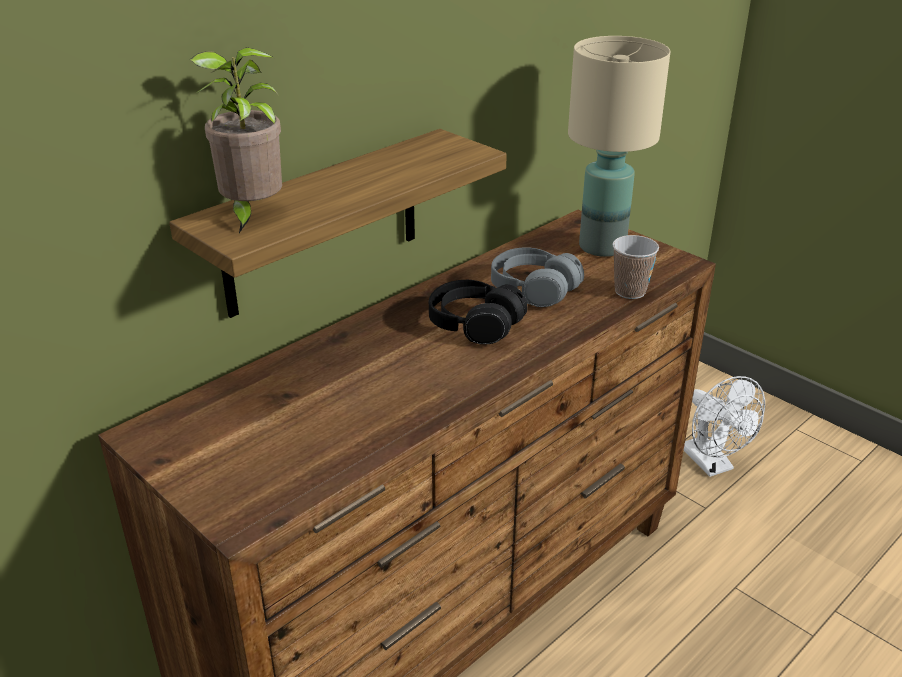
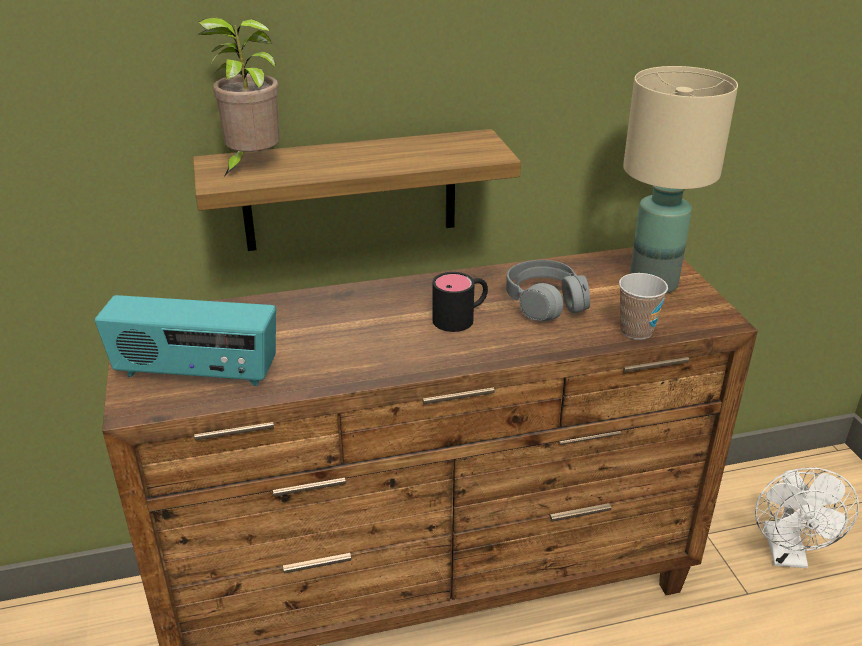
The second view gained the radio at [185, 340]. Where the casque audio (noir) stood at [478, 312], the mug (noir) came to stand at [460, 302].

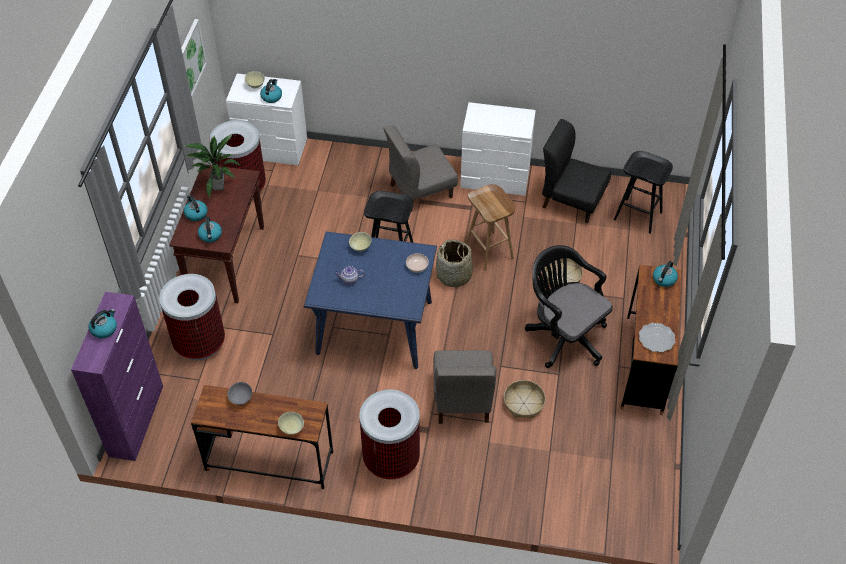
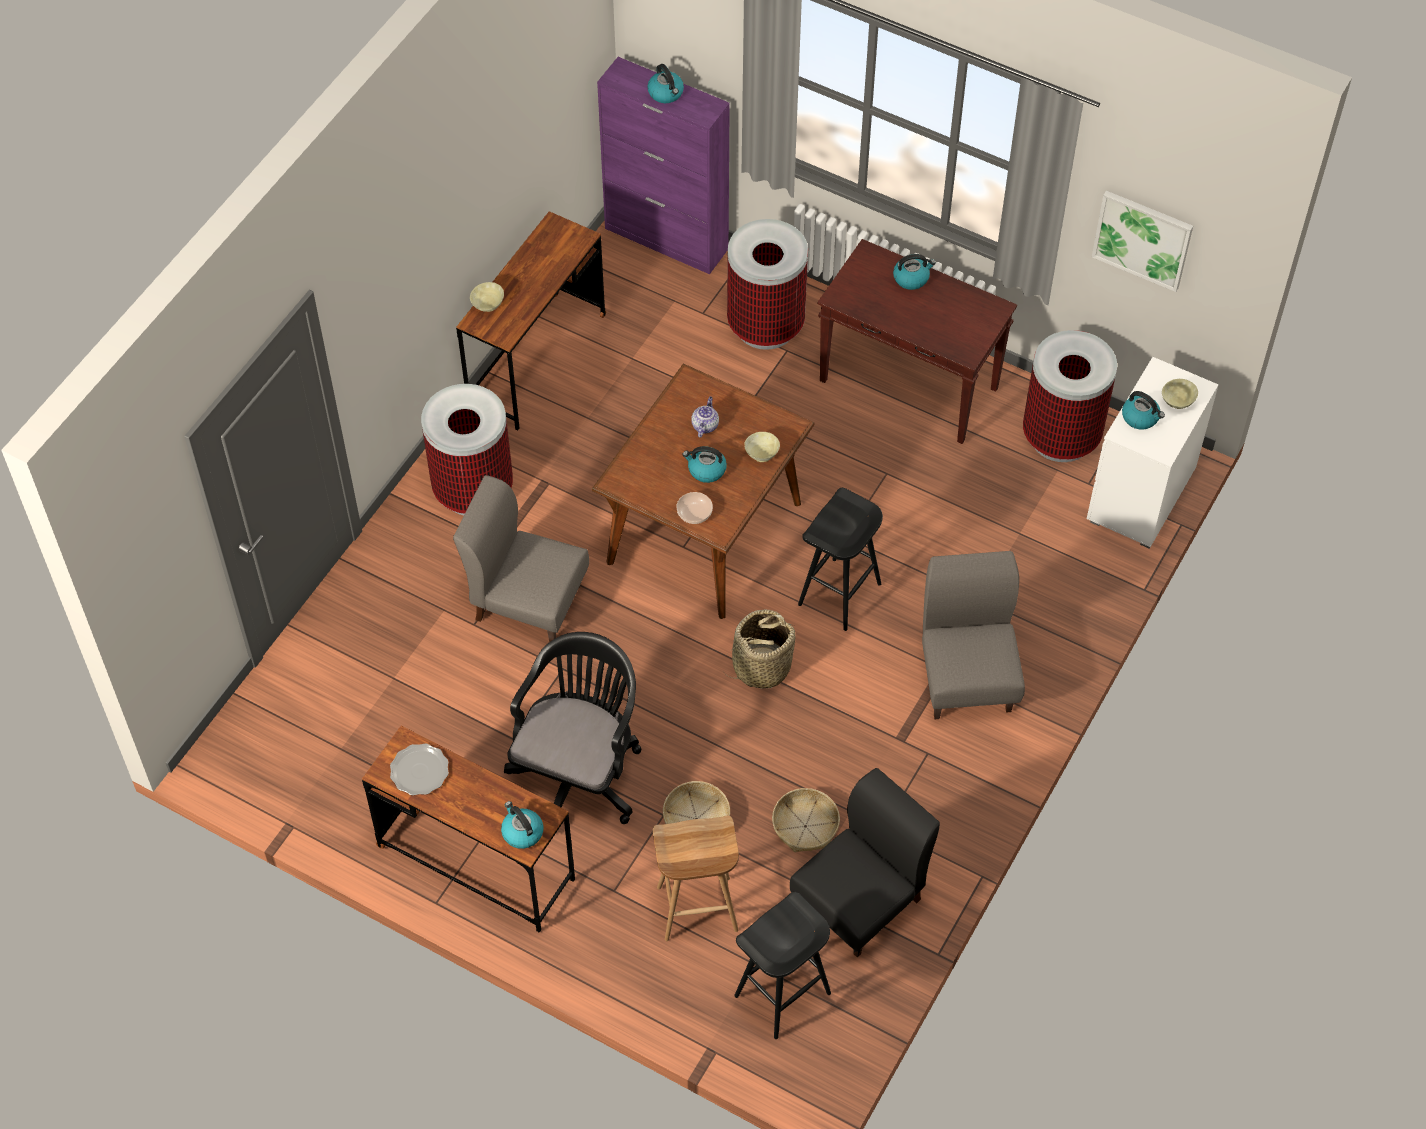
The second view lost the plante en pot at [212, 166]. The second view lost the bol (gris) at [240, 393]. The second view lost the commode (blanc) at [498, 149]. The bouilloire ended up elsewhere, having gone from [210, 230] to [705, 464]. The tabouret (marron) ended up elsewhere, having gone from [490, 227] to [696, 878]. The panier ended up elsewhere, having gone from [525, 399] to [806, 820]. What was the table à manger (bleu) at [370, 300] turned into the table à manger (marron) at [703, 491]. The chaise de bureau (noir) at [569, 306] ended up facing another way, 45 degrees counterclockwise from before.

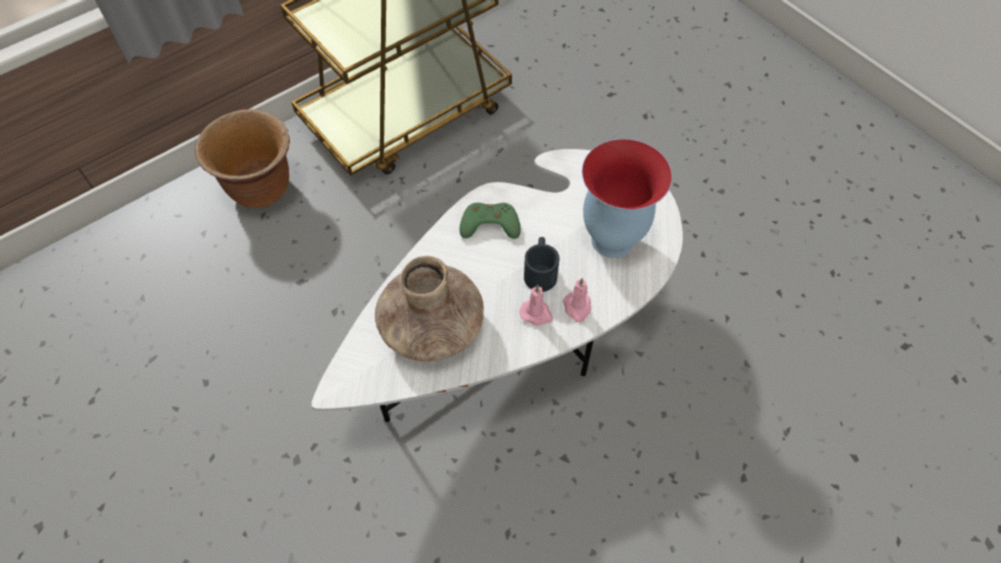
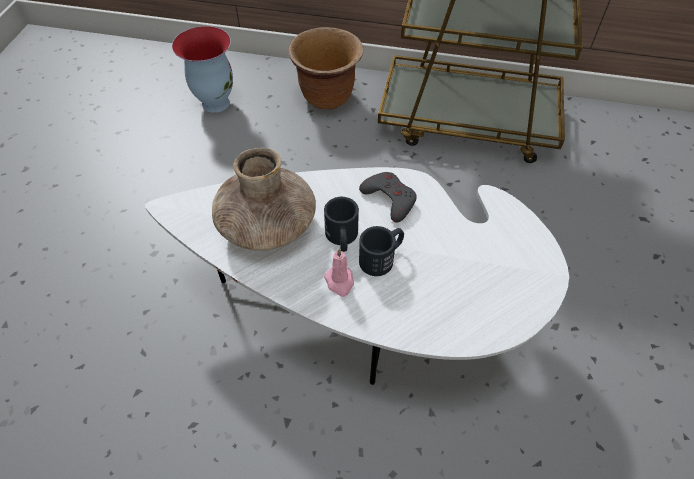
The second view lost the bougie (rose) at [577, 300]. The second view gained the mug (noir) at [341, 224]. The vase ended up elsewhere, having gone from [627, 198] to [202, 69]. What was the manette (vert) at [490, 221] turned into the manette (gris) at [387, 197].

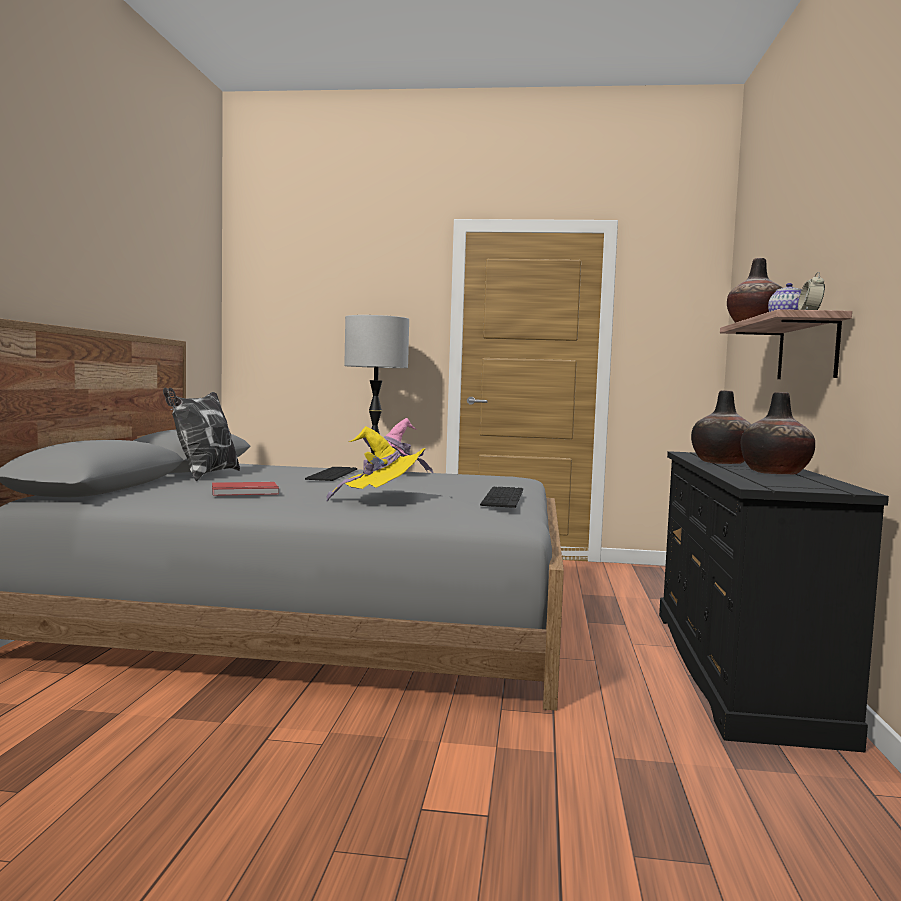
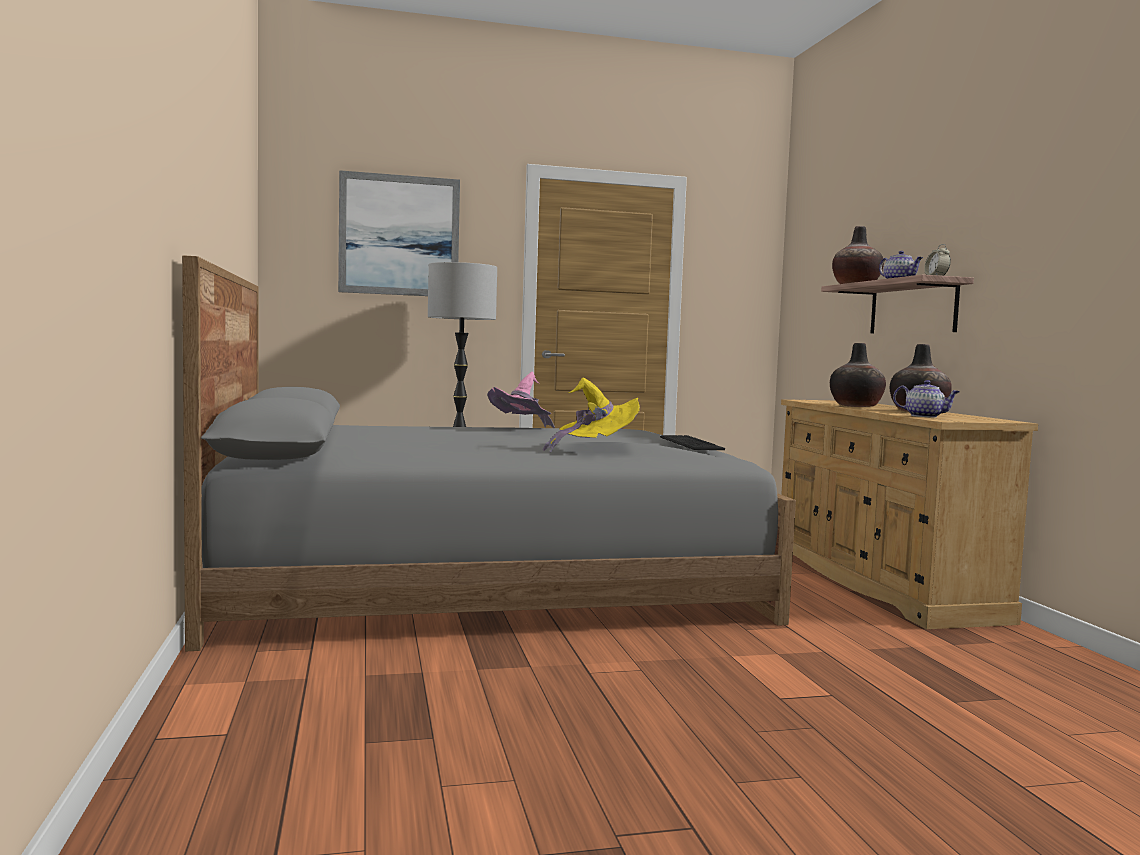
The second view lost the coussin at [201, 434]. The second view lost the livre (rouge) at [245, 489]. The second view lost the clavier at [331, 474]. The second view gained the tableau at [399, 233]. The second view gained the théière at [926, 399]. What was the commode (noir) at [774, 601] turned into the commode (beige) at [909, 514].

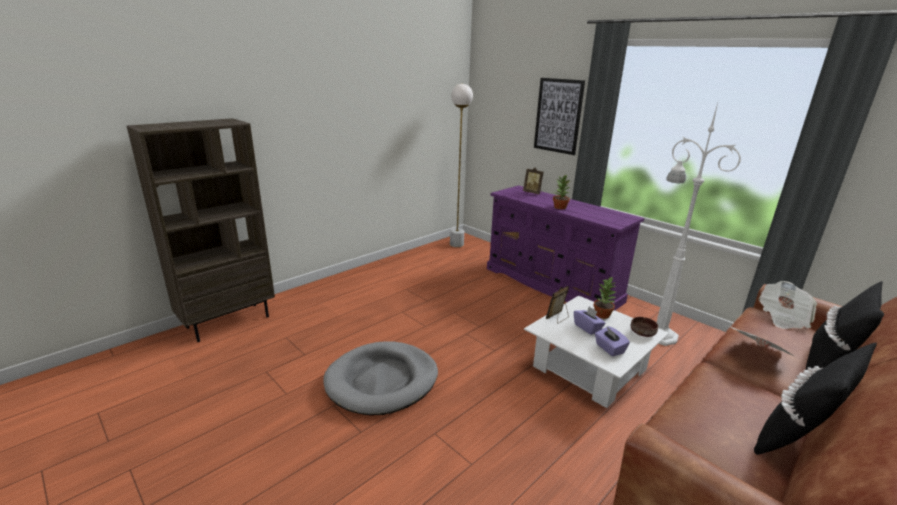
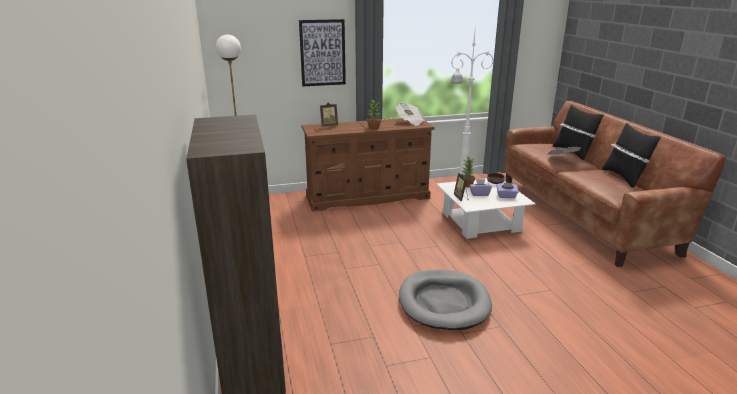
The journal ended up elsewhere, having gone from [788, 305] to [410, 114]. What was the commode (violet) at [565, 247] turned into the commode (marron) at [368, 165].

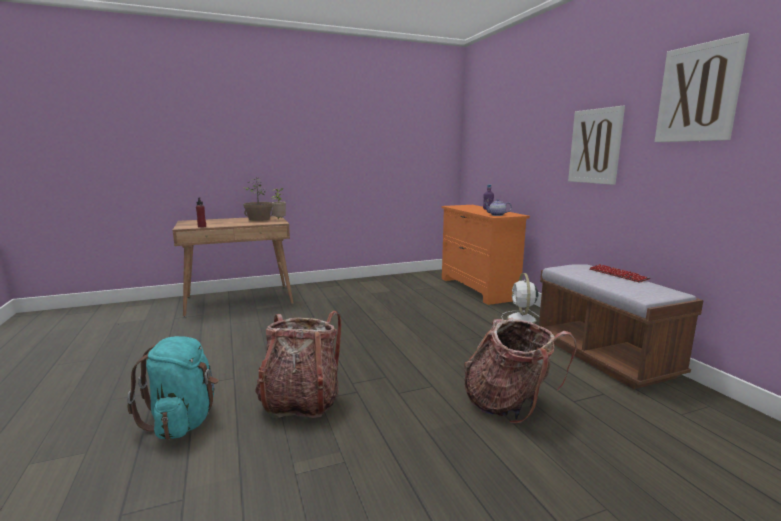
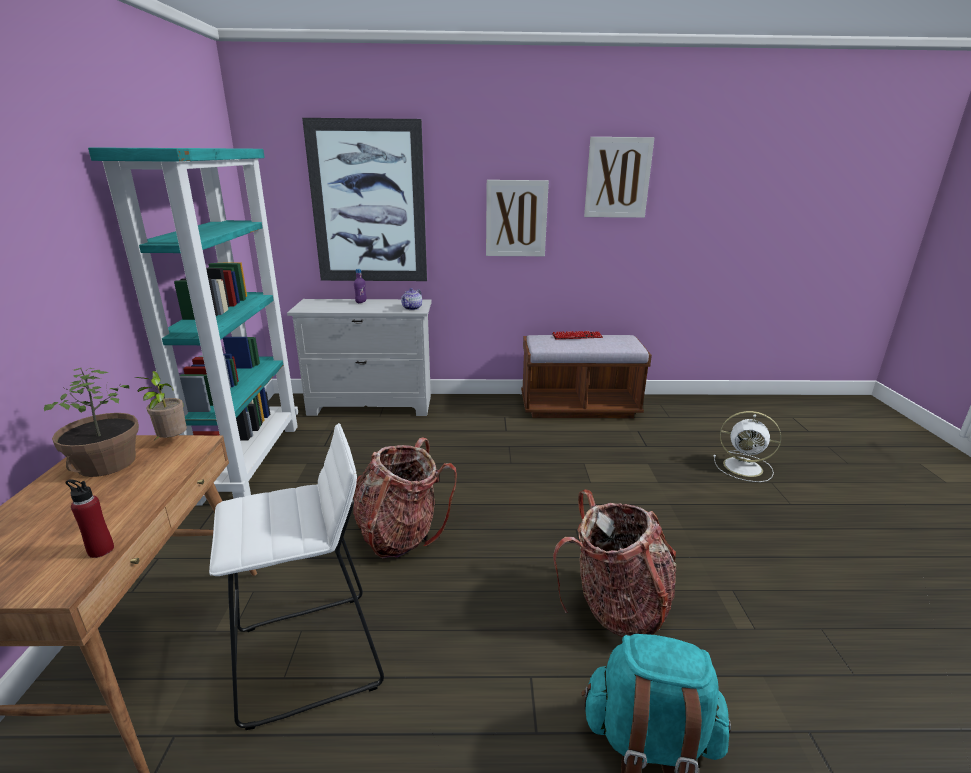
The second view gained the bibliothèque (turquoise) at [193, 326]. The second view gained the tabouret (blanc) at [296, 576]. The second view gained the tableau at [364, 199]. The sac à dos ended up elsewhere, having gone from [520, 371] to [405, 497]. The ventilateur (blanc) ended up elsewhere, having gone from [520, 298] to [747, 446]. What was the commode (orange) at [485, 255] turned into the commode (blanc) at [359, 357].

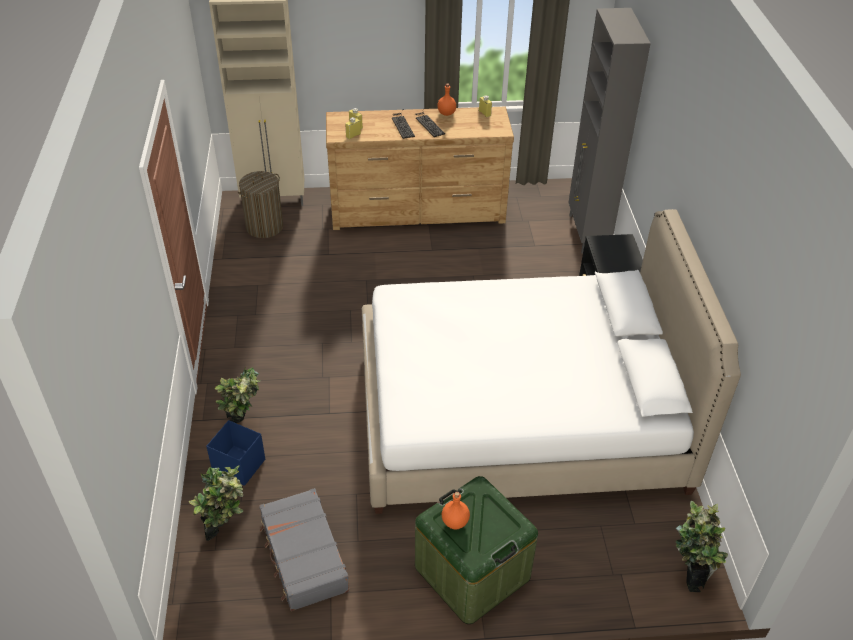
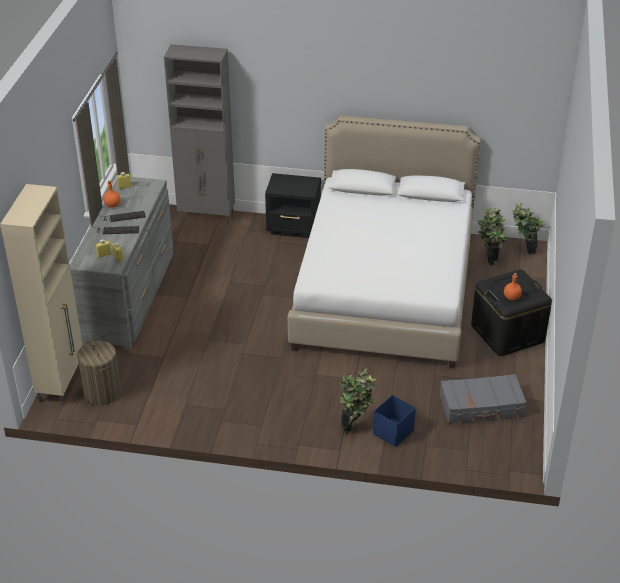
The plante en pot ended up elsewhere, having gone from [215, 503] to [493, 236]. What was the commode (marron) at [420, 168] turned into the commode (gris) at [122, 263]. What was the boîte de rangement (vert) at [476, 550] turned into the boîte de rangement (noir) at [511, 312].

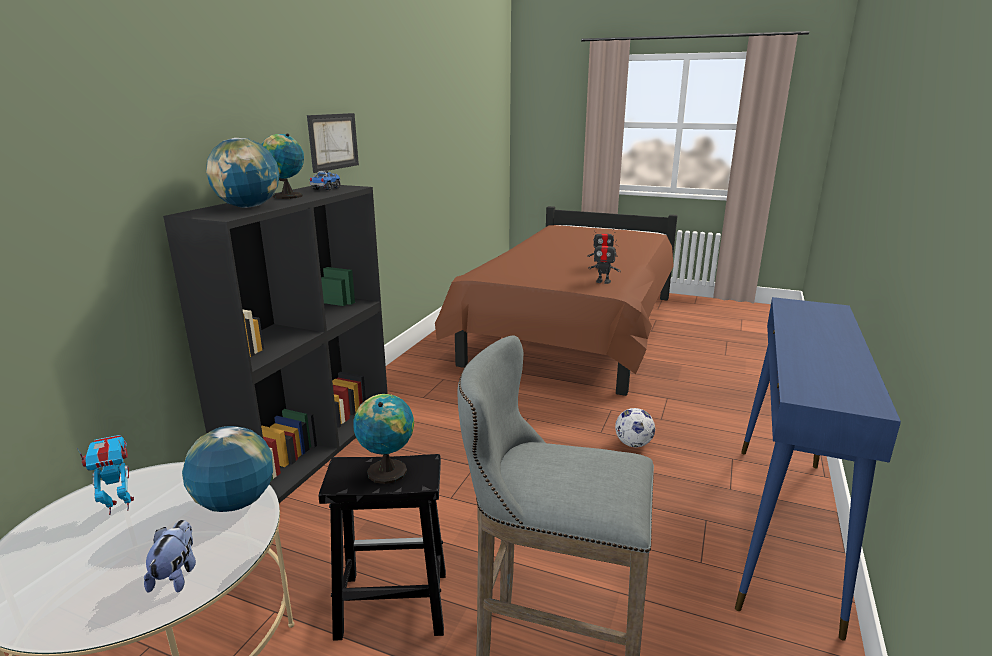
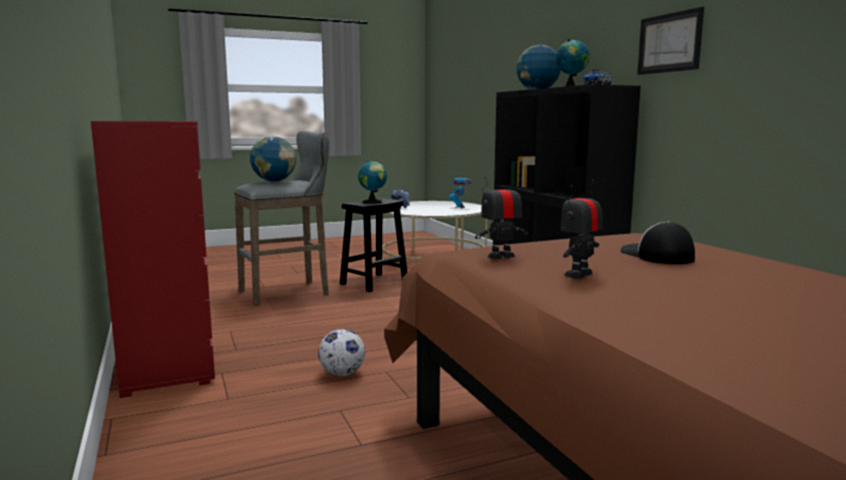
The second view gained the casquette at [657, 242]. The globe ended up elsewhere, having gone from [227, 469] to [273, 158]. Where the table console (bleu) stood at [818, 469], the commode (rouge) came to stand at [153, 259].

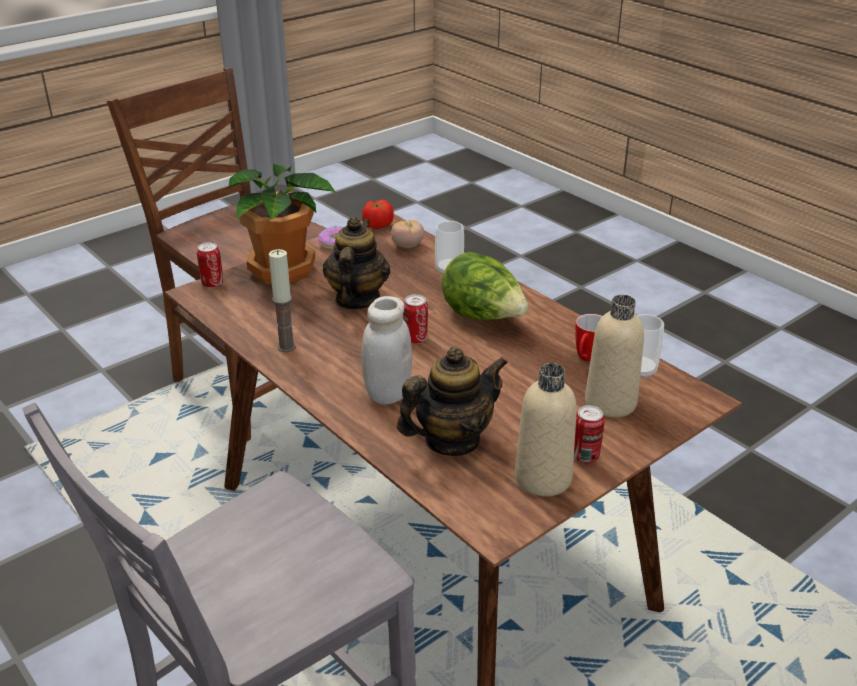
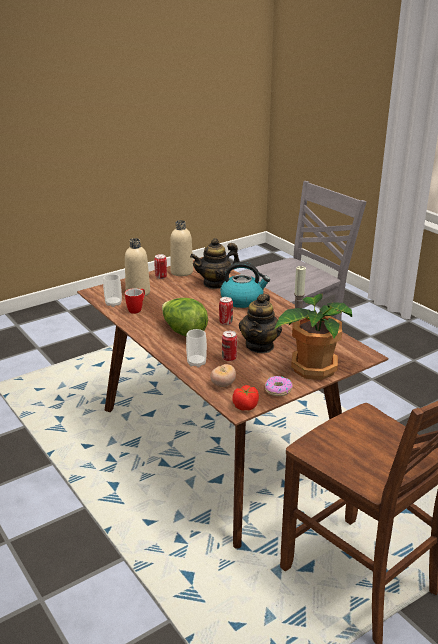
The boîte métallique ended up elsewhere, having gone from [210, 265] to [229, 346]. Where the bocal (blanc) stood at [386, 350], the bouilloire came to stand at [245, 285].

